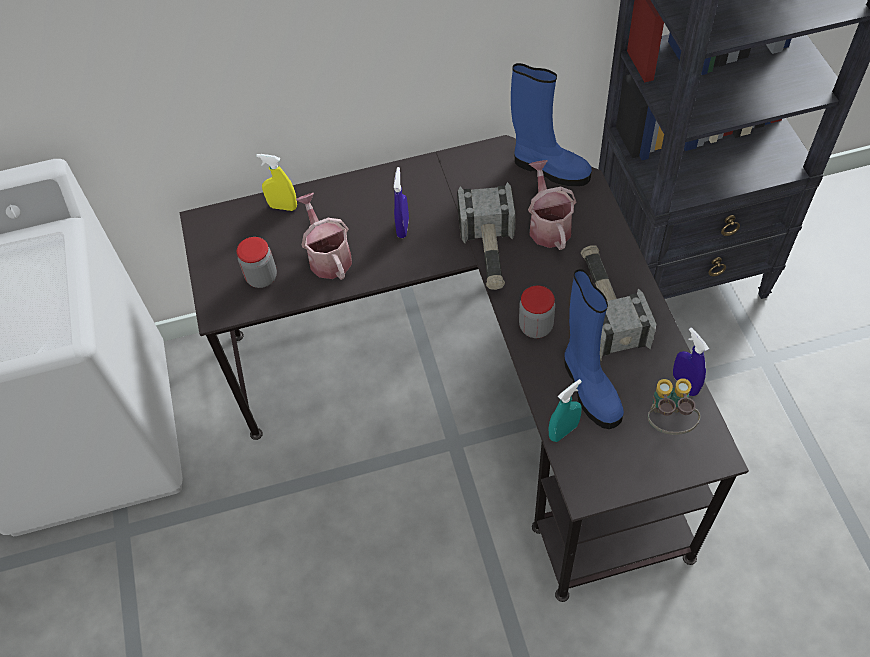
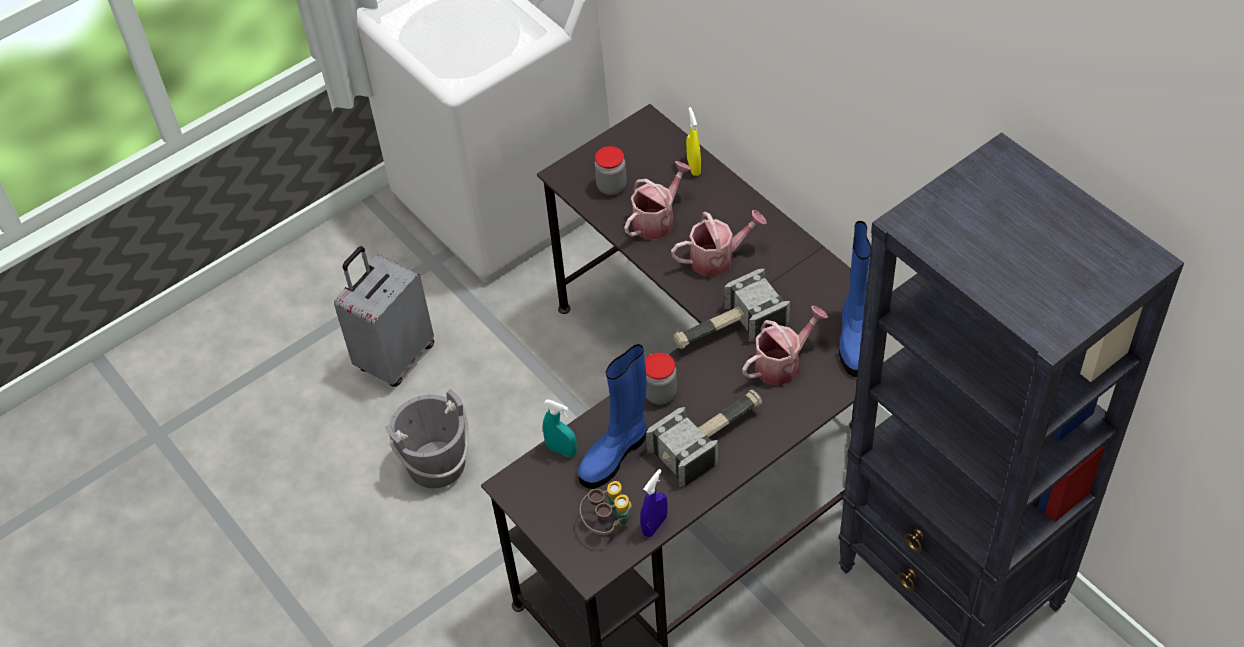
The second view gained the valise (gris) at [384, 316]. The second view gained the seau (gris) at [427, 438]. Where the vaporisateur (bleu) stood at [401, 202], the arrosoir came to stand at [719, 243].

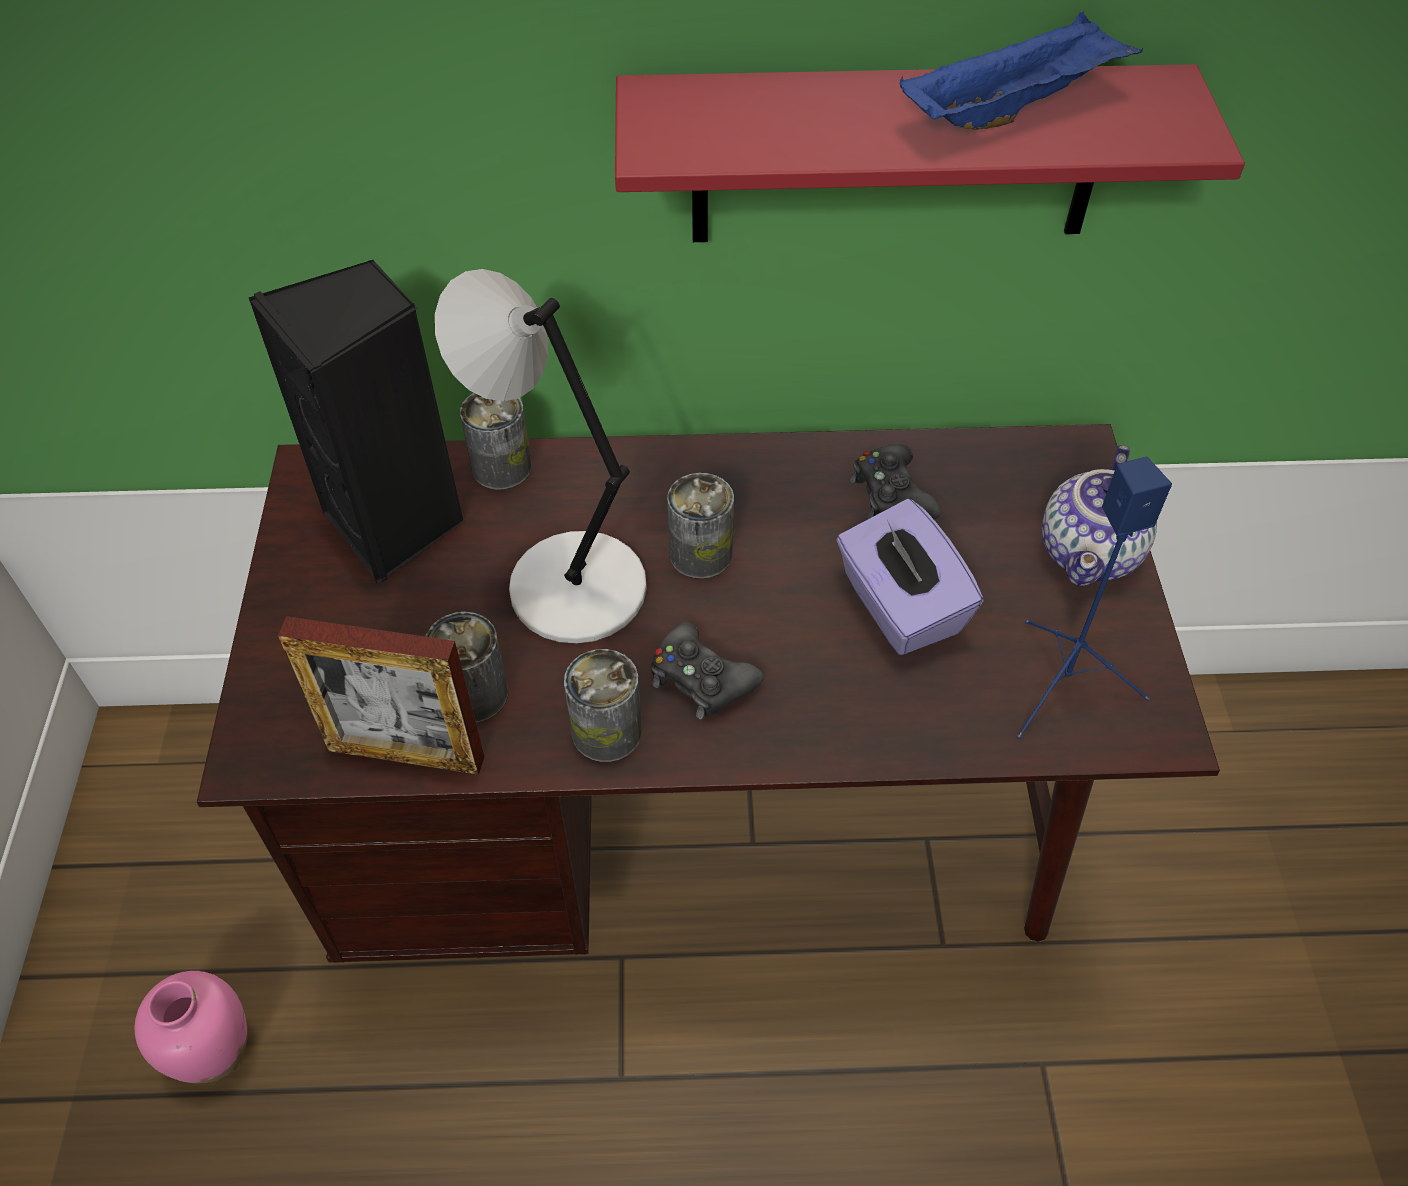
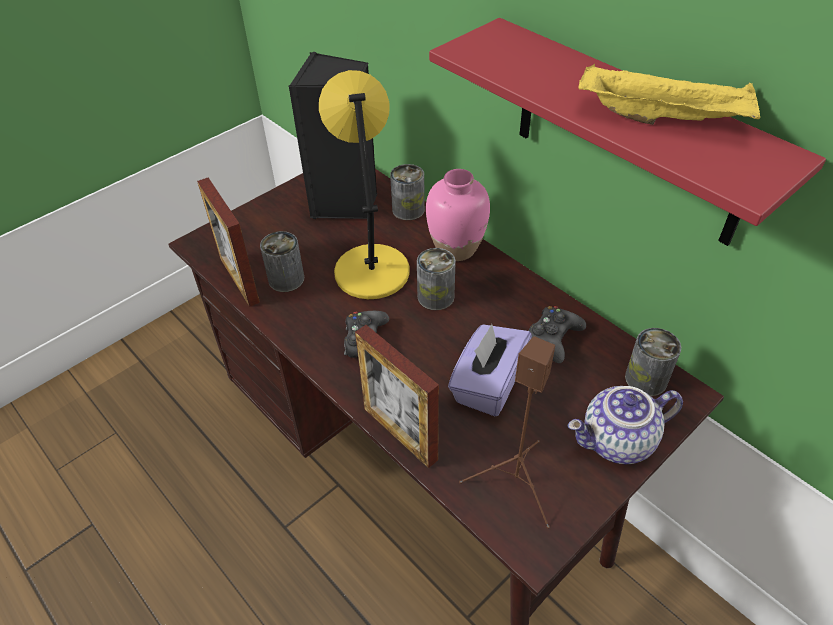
The second view gained the cadre photo at [397, 396]. The vase (rose) ended up elsewhere, having gone from [190, 1027] to [458, 215]. The boîte métallique ended up elsewhere, having gone from [603, 705] to [653, 362]. What was the lampe de table (gris) at [541, 456] turned into the lampe de table (jaune) at [364, 184]. What was the plateau (bleu) at [1021, 71] turned into the plateau (jaune) at [669, 94]. What was the enceinte (bleu) at [1094, 598] turned into the enceinte (marron) at [507, 432].

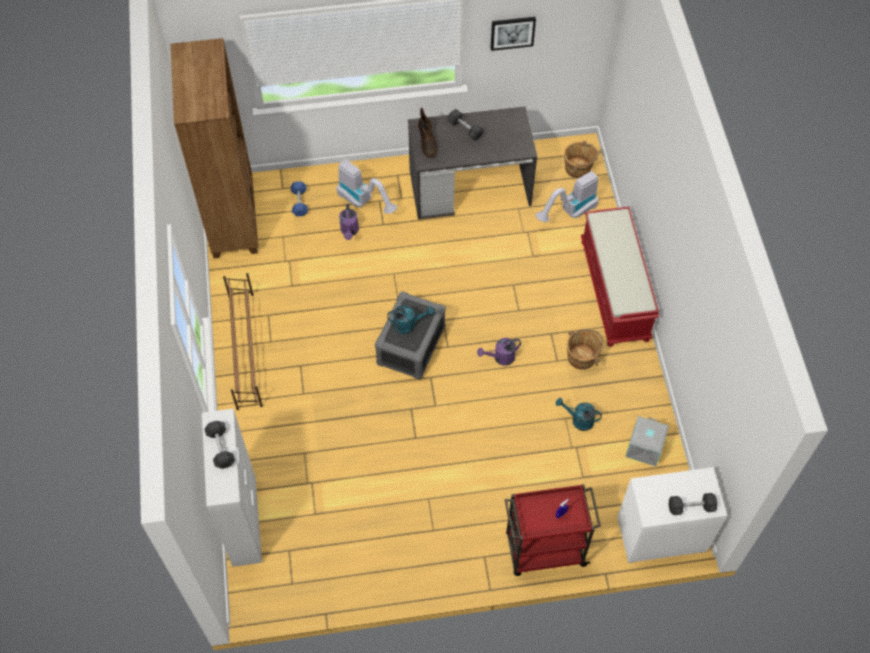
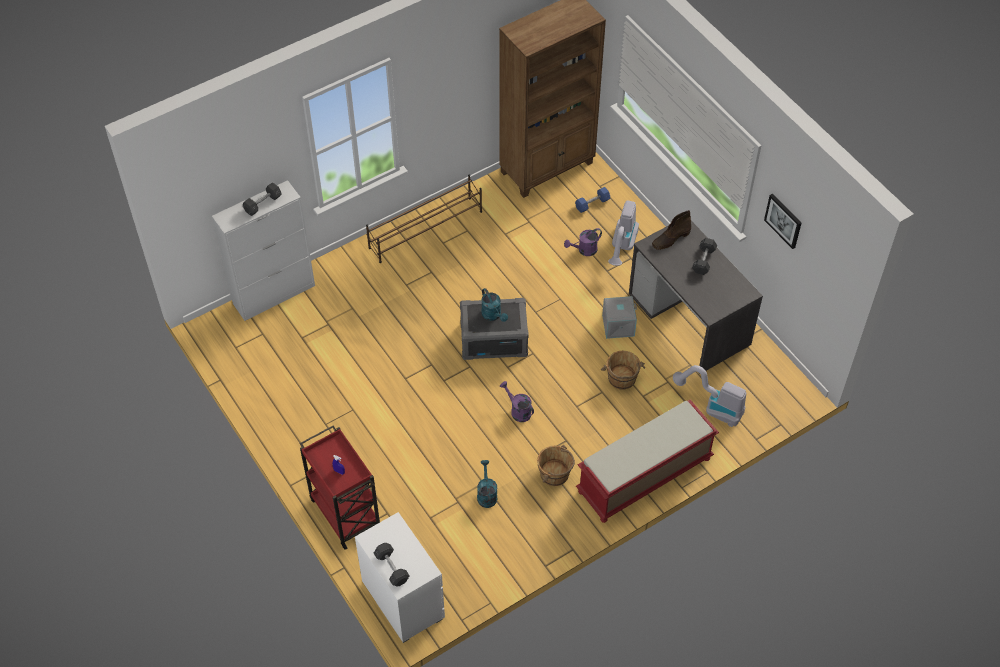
The seau (marron) ended up elsewhere, having gone from [581, 159] to [623, 370]. The boîte de rangement (gris) ended up elsewhere, having gone from [647, 441] to [619, 317].

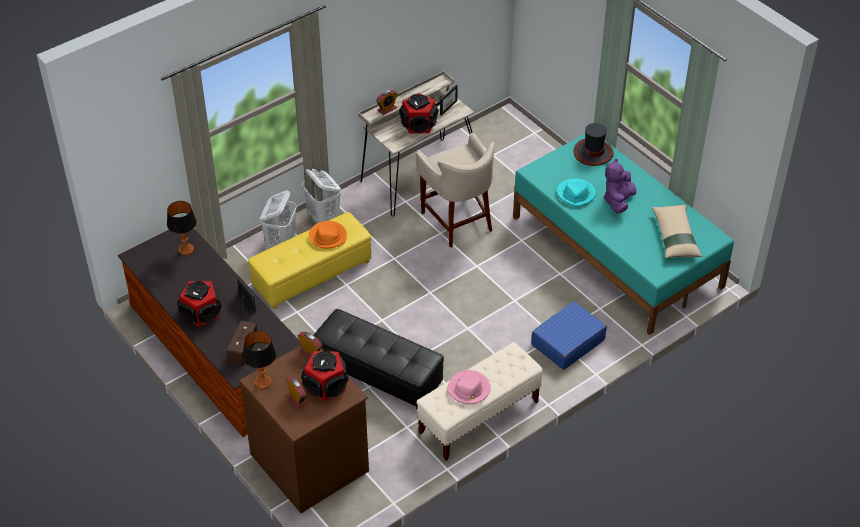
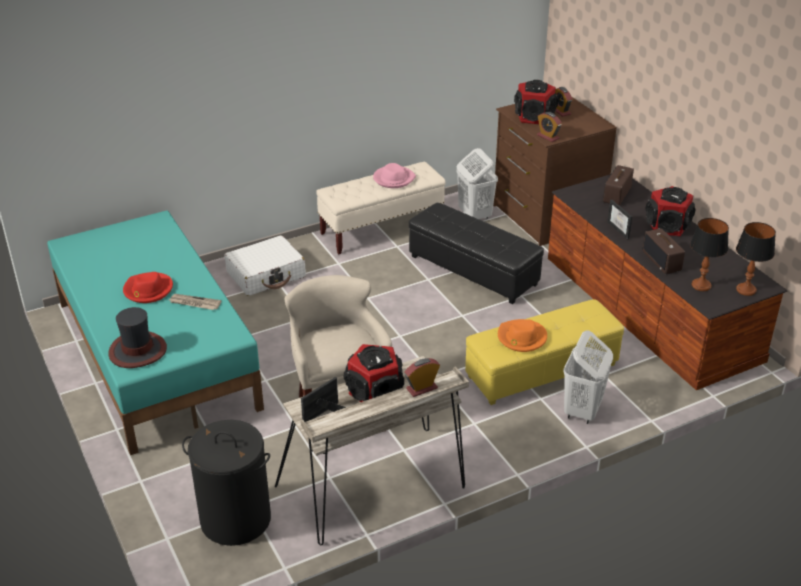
The second view lost the coussin (beige) at [677, 232]. The second view gained the panier à linge (noir) at [226, 483]. The second view gained the radio at [664, 251]. The lampe de table ended up elsewhere, having gone from [259, 360] to [756, 259]. The panier à linge (blanc) ended up elsewhere, having gone from [321, 196] to [477, 183]. Where the chapeau (turquoise) stood at [576, 193], the journal came to stand at [195, 302]. Where the peluche (violet) stood at [620, 186], the chapeau (rouge) came to stand at [148, 287]. What was the valise (bleu) at [569, 336] turned into the valise (blanc) at [265, 265].

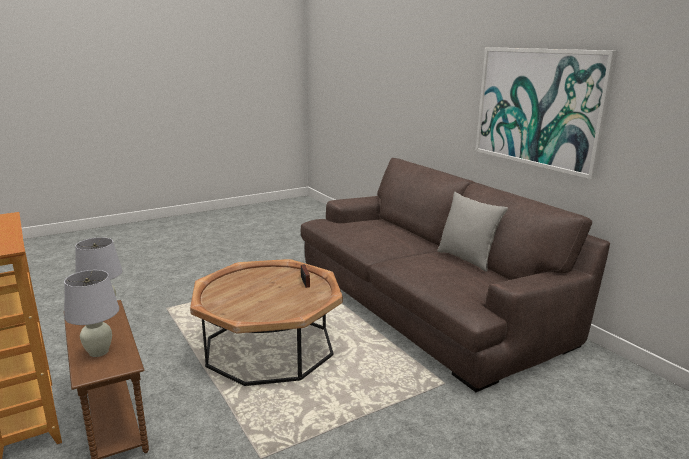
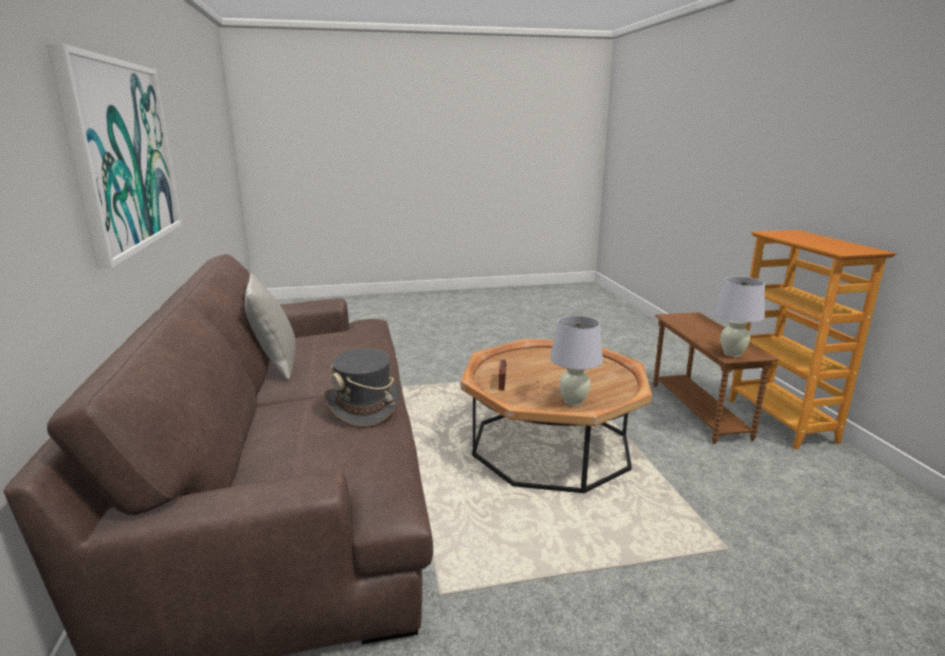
The second view gained the chapeau (gris) at [363, 388]. The lampe de table (blanc) ended up elsewhere, having gone from [91, 313] to [576, 361].

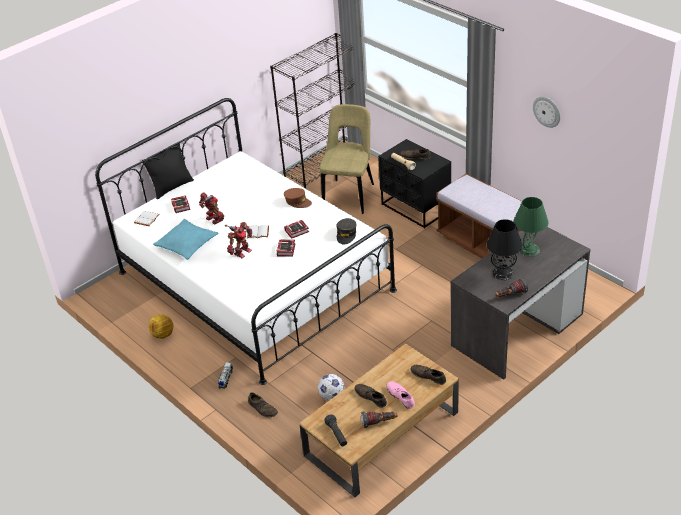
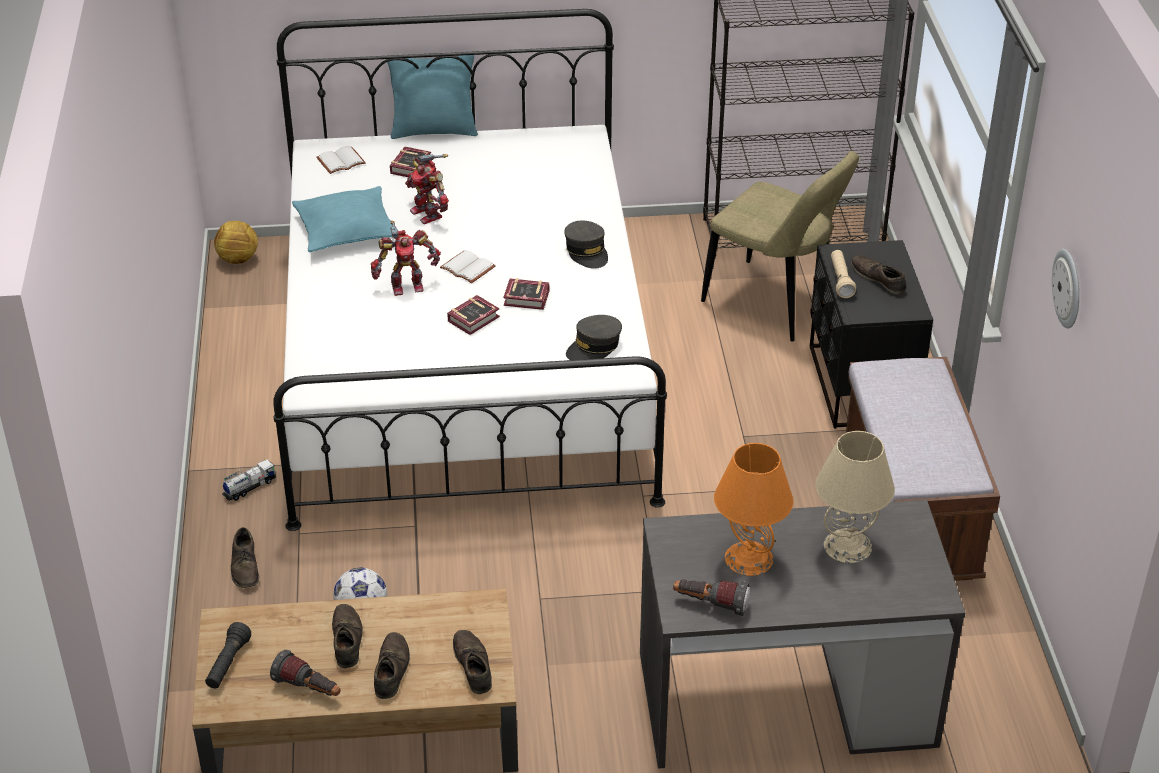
The ballon de foot ended up elsewhere, having gone from [161, 326] to [236, 242]. What was the coussin (noir) at [168, 171] turned into the coussin (turquoise) at [432, 97]. What was the casquette (marron) at [298, 198] turned into the casquette (gris) at [586, 244]. What was the chaussure (rose) at [401, 395] turned into the chaussure (marron) at [392, 665]. What was the lampe de table (noir) at [504, 249] turned into the lampe de table (orange) at [753, 509]. What was the lampe de table (vert) at [531, 227] turned into the lampe de table (beige) at [855, 497]. The robot jouet at [211, 208] ended up facing another way, 150 degrees clockwise from before. The chaise (beige) at [346, 159] ended up facing another way, 75 degrees clockwise from before.

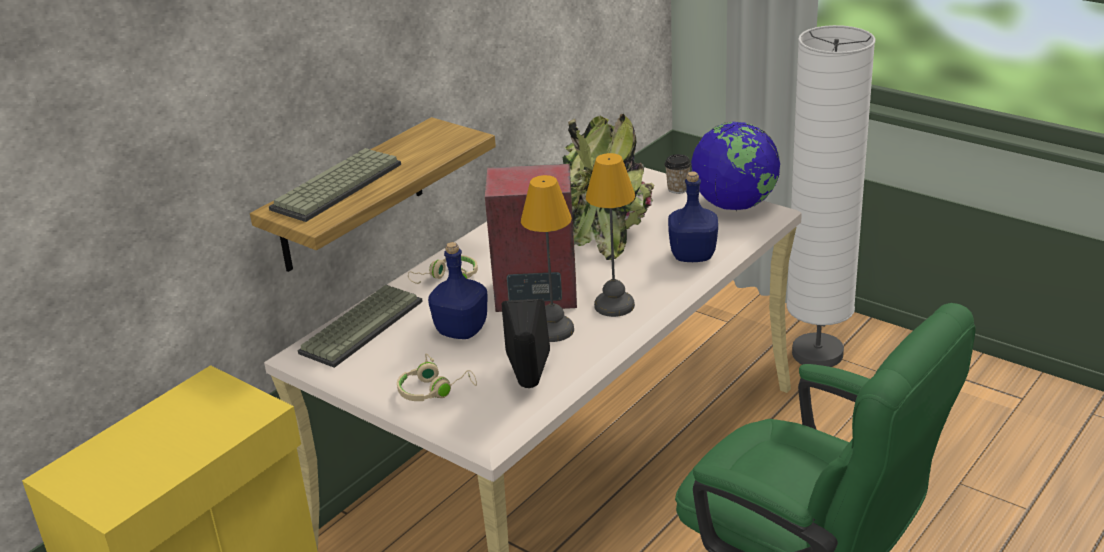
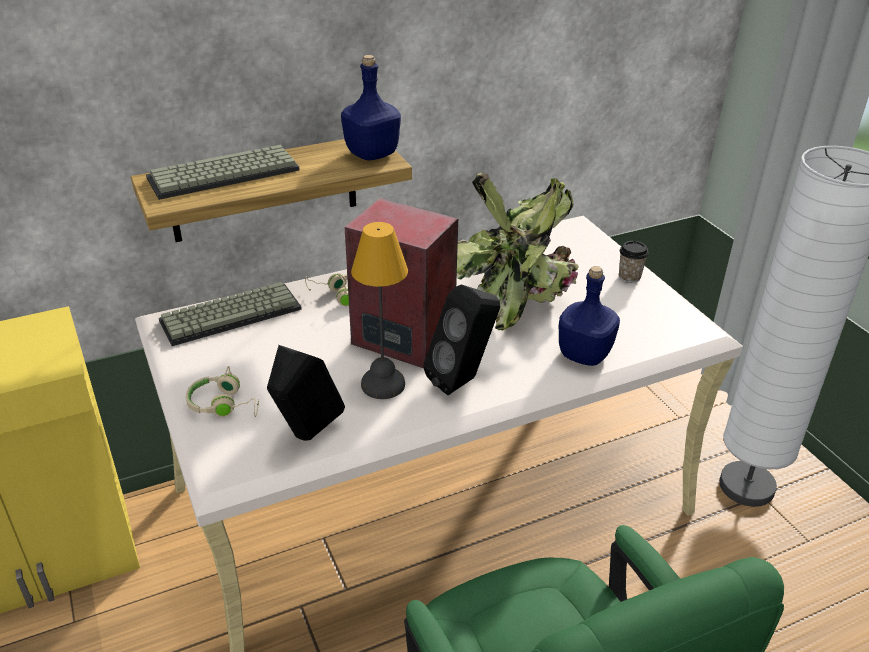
The second view lost the globe at [735, 166]. The bouteille (bleu) ended up elsewhere, having gone from [458, 290] to [371, 107]. Where the lampe de table stood at [610, 235], the enceinte (noir) came to stand at [461, 339].

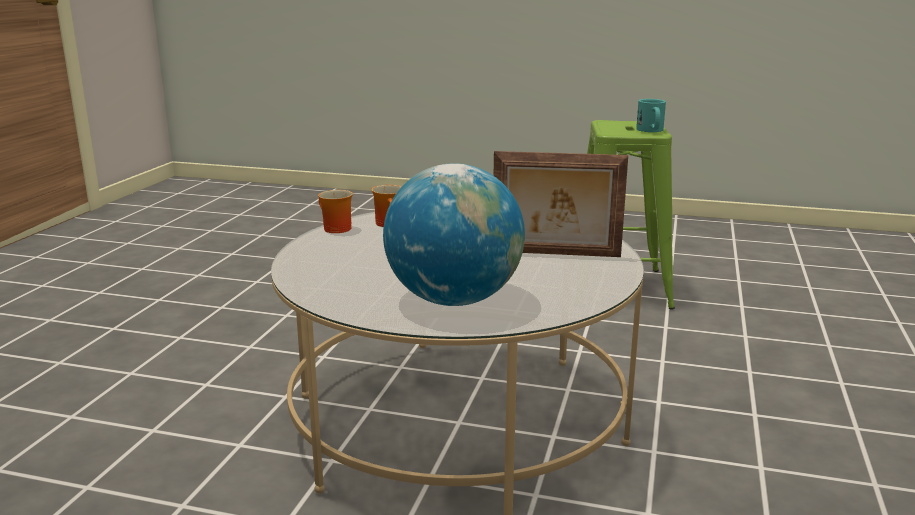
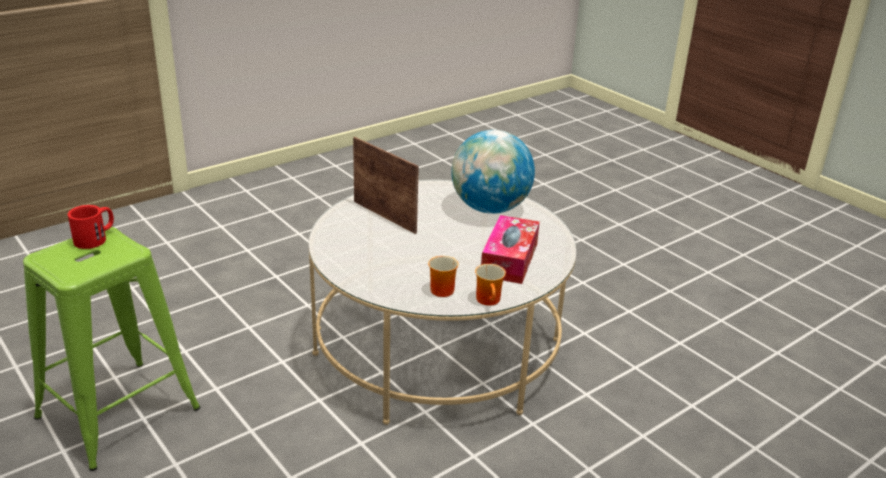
The second view gained the boîte à mouchoirs at [510, 249]. What was the mug (turquoise) at [651, 115] turned into the mug (rouge) at [91, 227].

